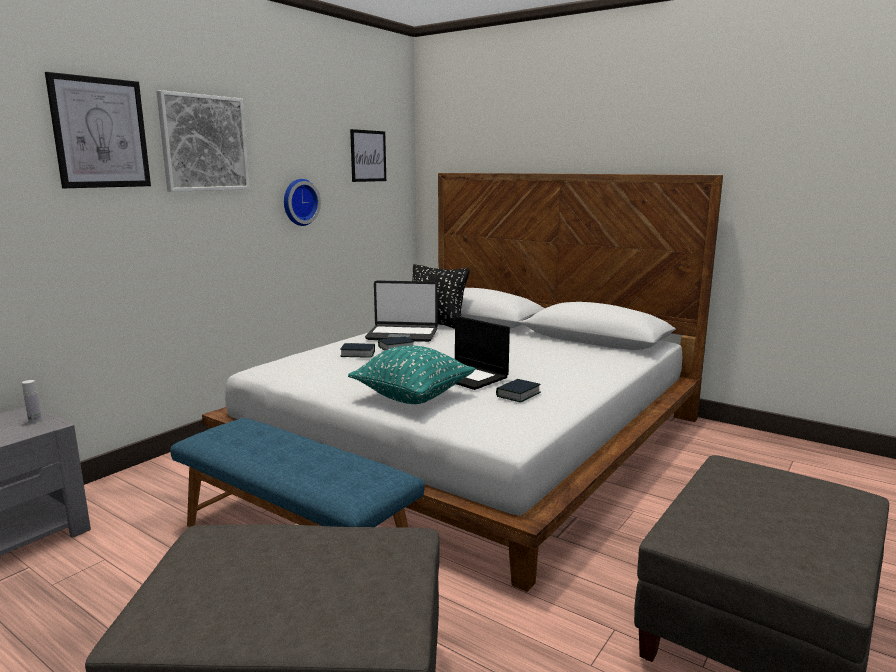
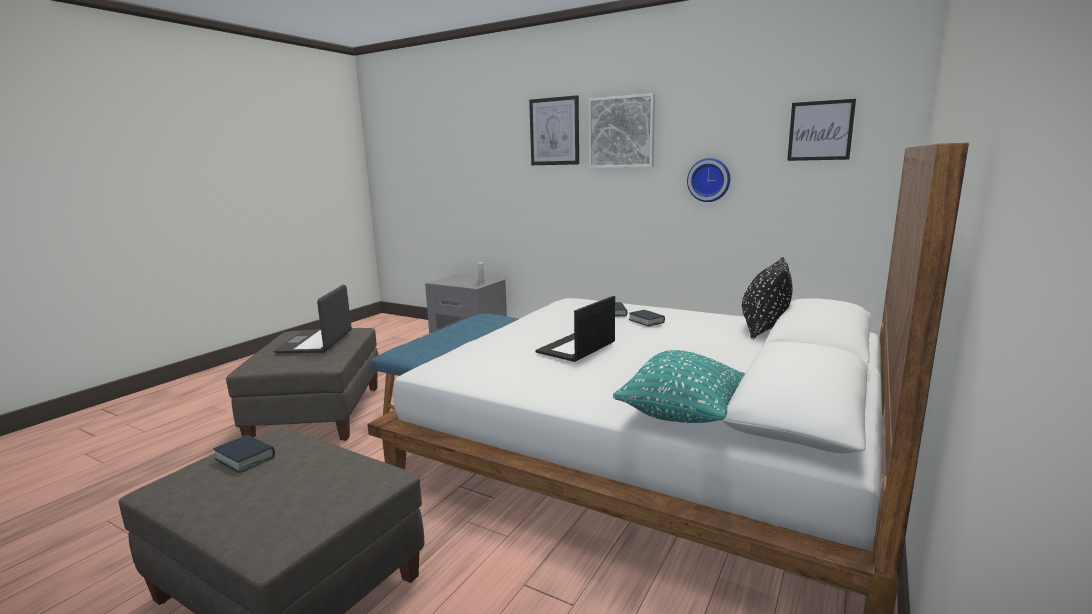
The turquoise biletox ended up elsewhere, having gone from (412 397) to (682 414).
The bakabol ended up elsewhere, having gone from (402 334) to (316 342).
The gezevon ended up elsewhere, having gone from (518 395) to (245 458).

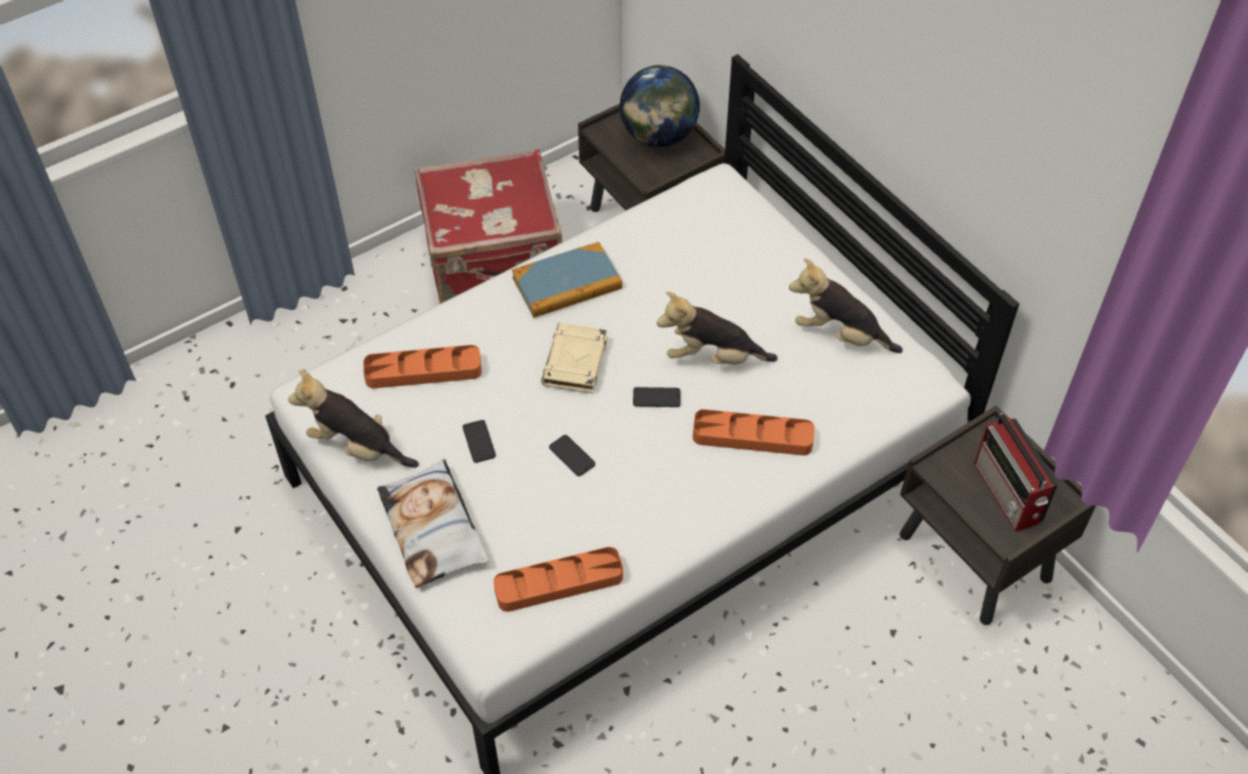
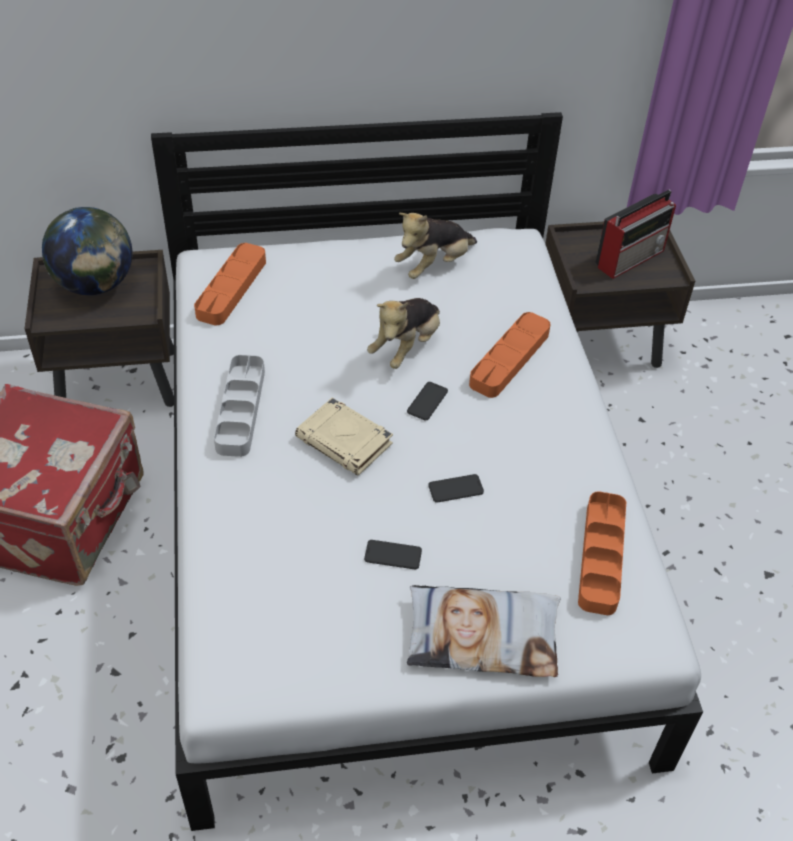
The second view lost the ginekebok at (357 447).
The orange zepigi ended up elsewhere, having gone from (423 371) to (231 288).
Where the gezevon stood at (567 283), the grey zepigi came to stand at (240 409).
The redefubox at (1008 495) ended up facing another way, 45 degrees counterclockwise from before.

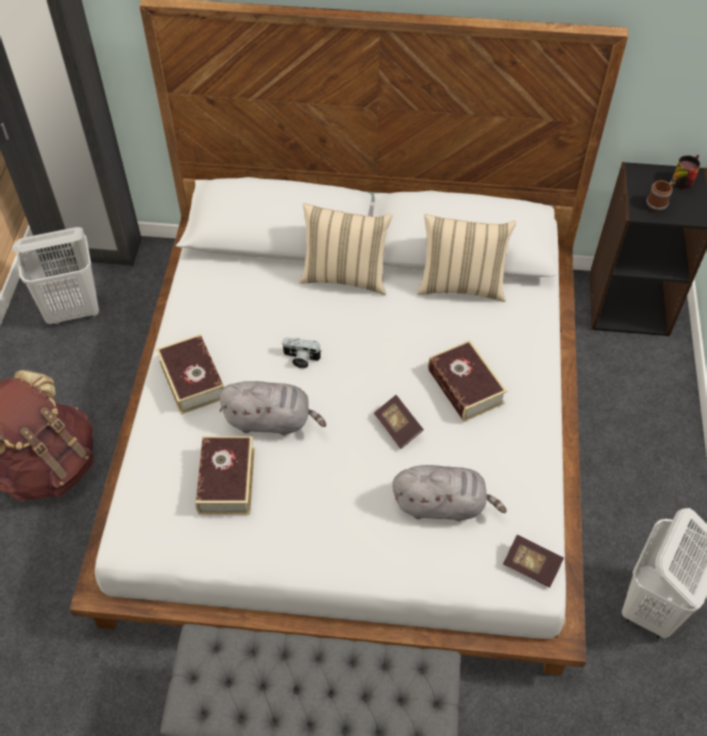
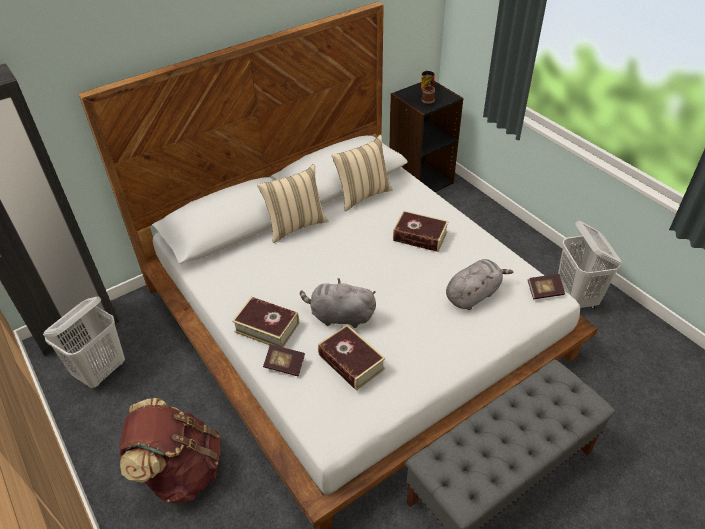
The second view lost the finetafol at (300 359).
The gezevon ended up elsewhere, having gone from (398 427) to (284 365).
The grey ginekebok at (271 420) ended up facing another way, 135 degrees counterclockwise from before.

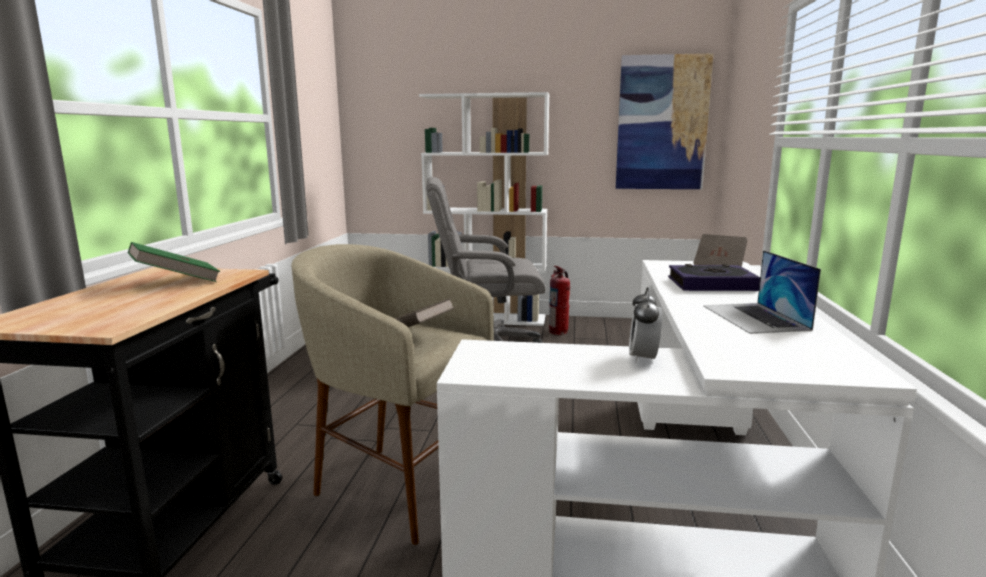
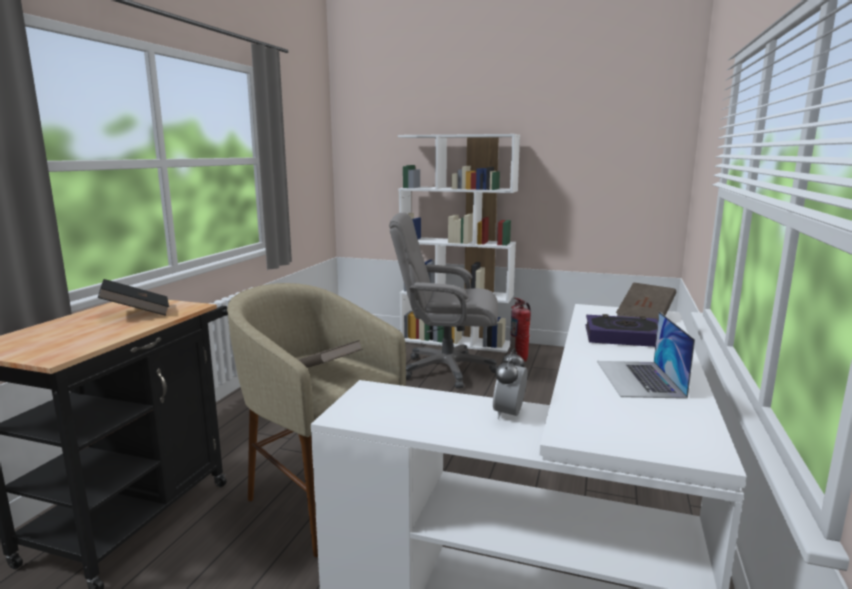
The second view lost the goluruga at (662 123).
What was the green gezevon at (176 281) turned into the black gezevon at (136 313).

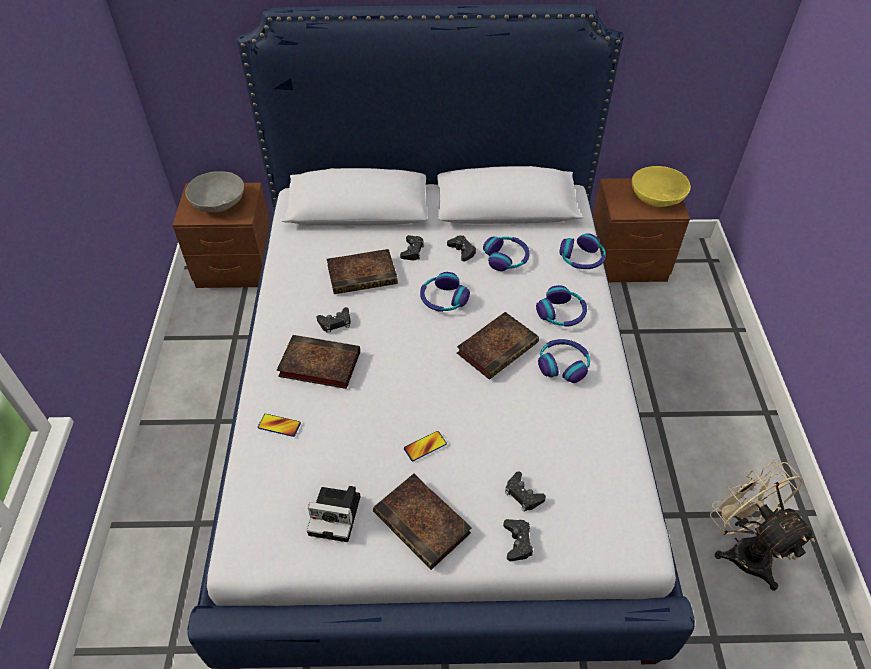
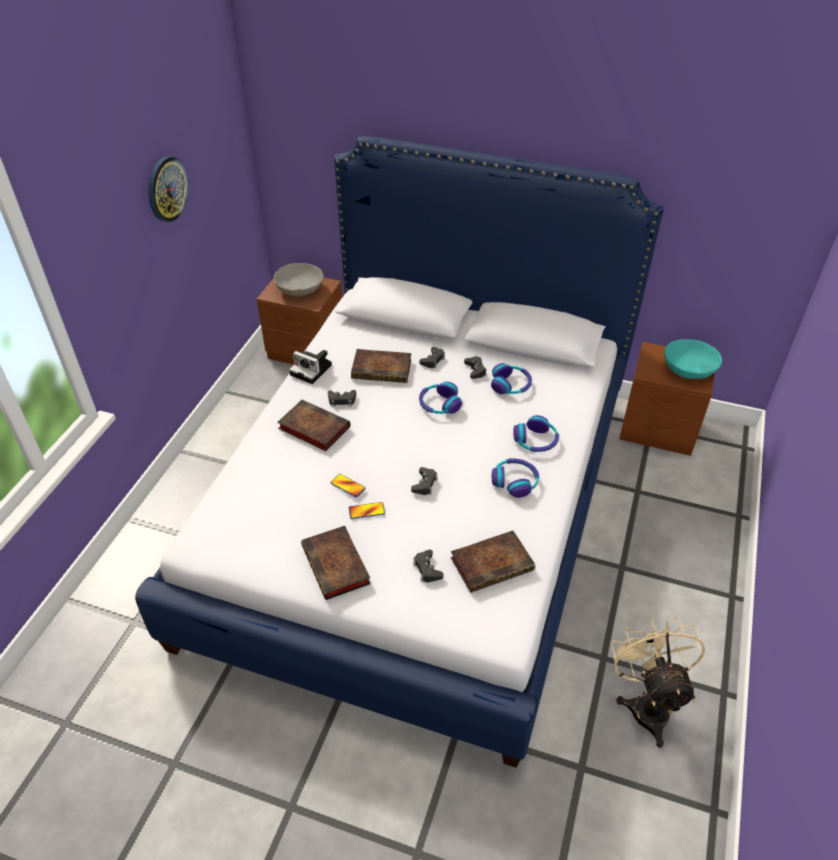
The second view lost the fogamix at (582 258).
The second view gained the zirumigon at (167 189).
The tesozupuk ended up elsewhere, having gone from (279 425) to (348 486).
The finetafol ended up elsewhere, having gone from (337 515) to (312 370).
The gezevon ended up elsewhere, having gone from (498 347) to (493 563).
The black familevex ended up elsewhere, having gone from (517 542) to (424 484).
What was the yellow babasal at (657 197) turned into the turquoise babasal at (689 369).

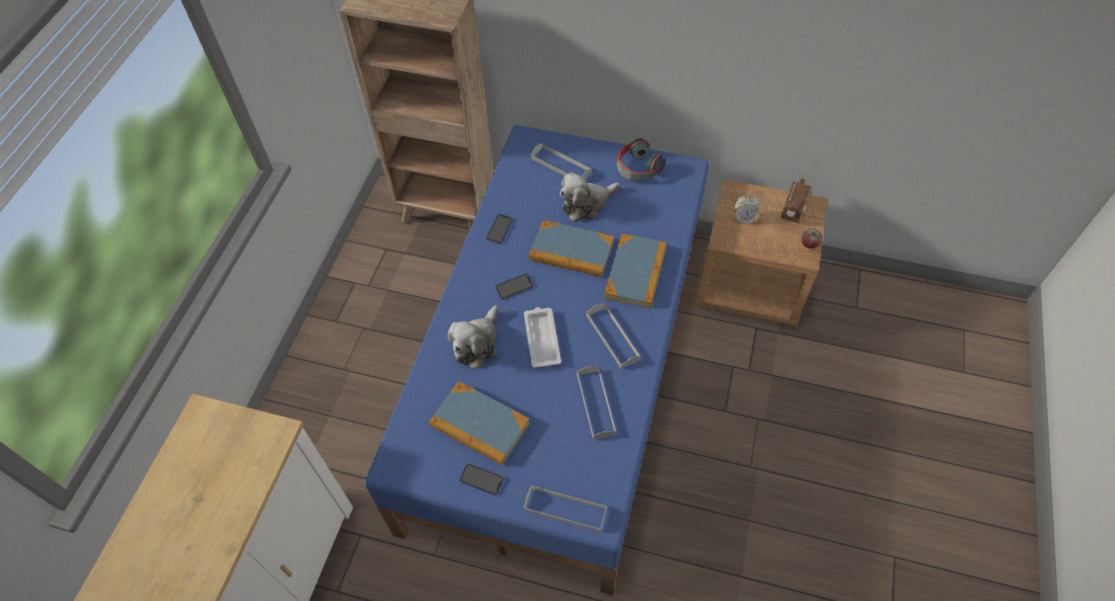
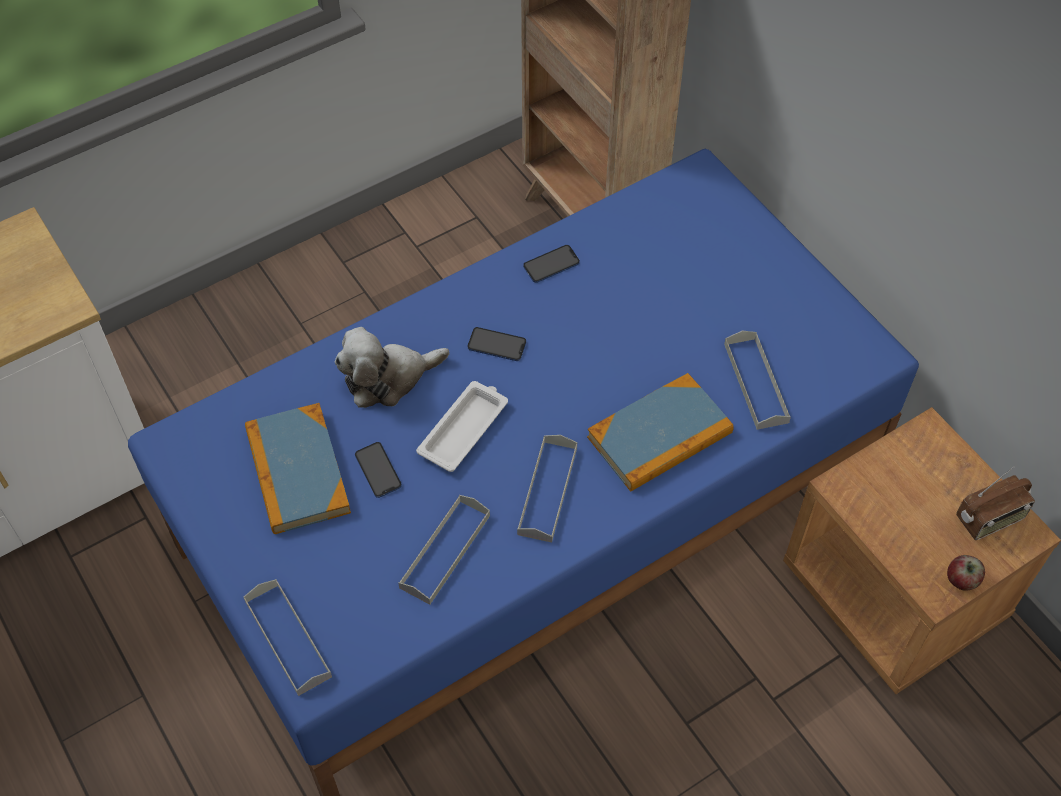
The second view lost the gezevon at (571 251).
The second view lost the ginekebok at (586 204).
The second view lost the fogamix at (637 168).
The second view lost the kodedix at (744 218).
The tesozupuk ended up elsewhere, having gone from (481 480) to (378 470).
The grey zepigi ended up elsewhere, having gone from (561 165) to (756 383).

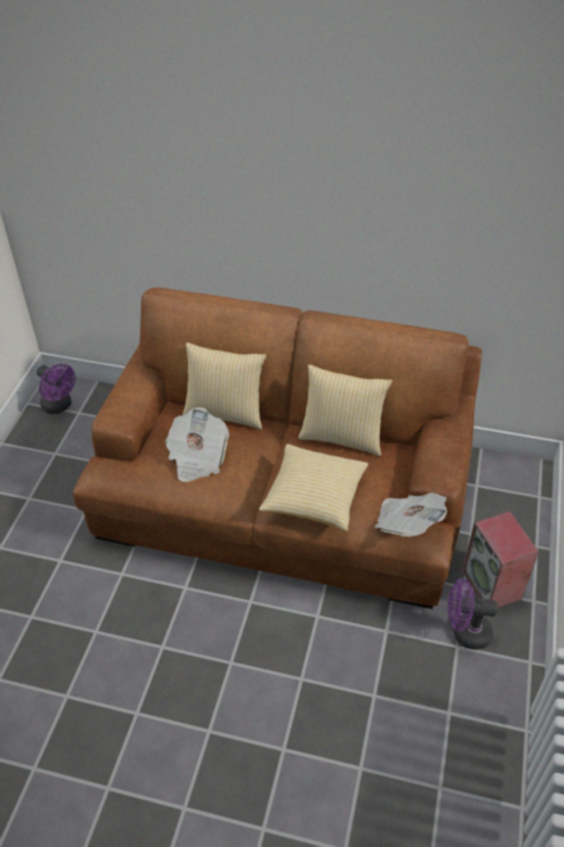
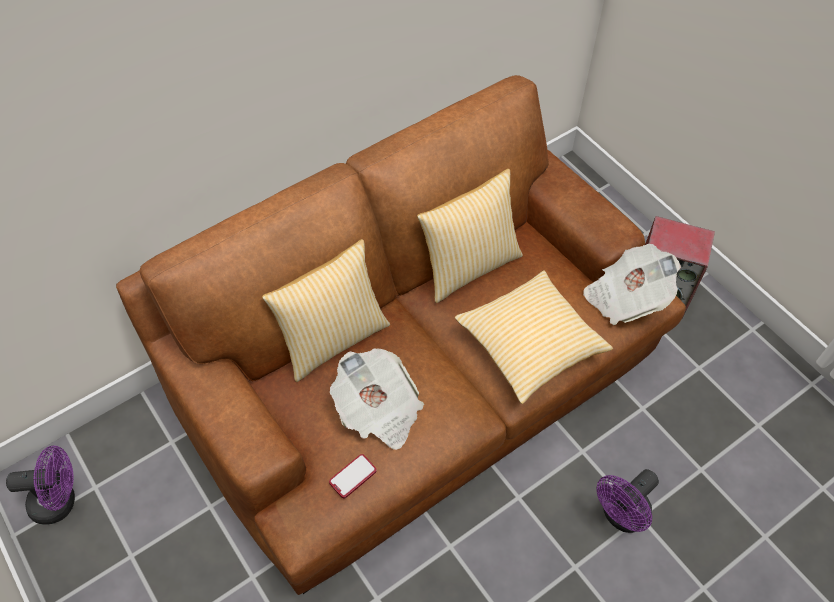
The second view gained the tesozupuk at (353 476).
The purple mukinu ended up elsewhere, having gone from (465 632) to (621 516).

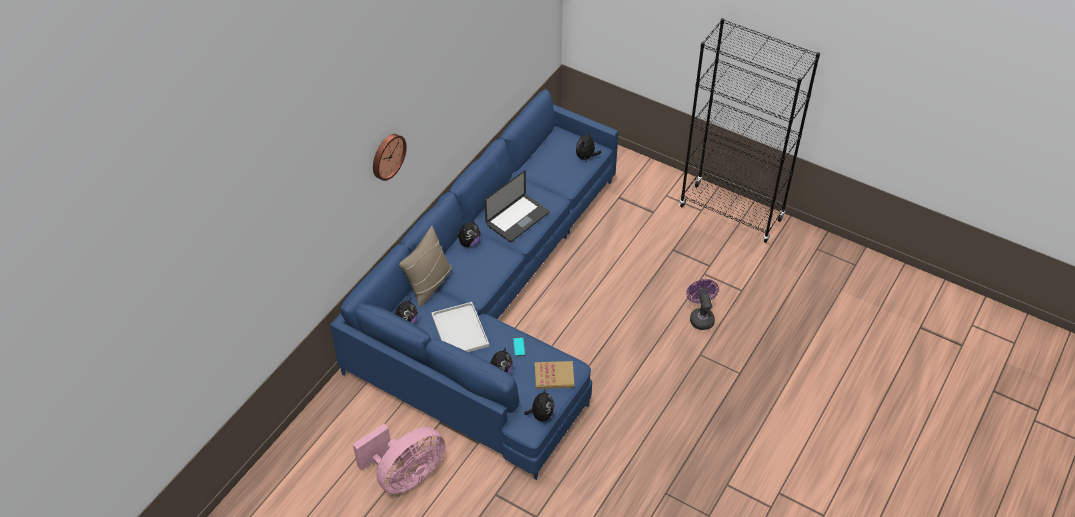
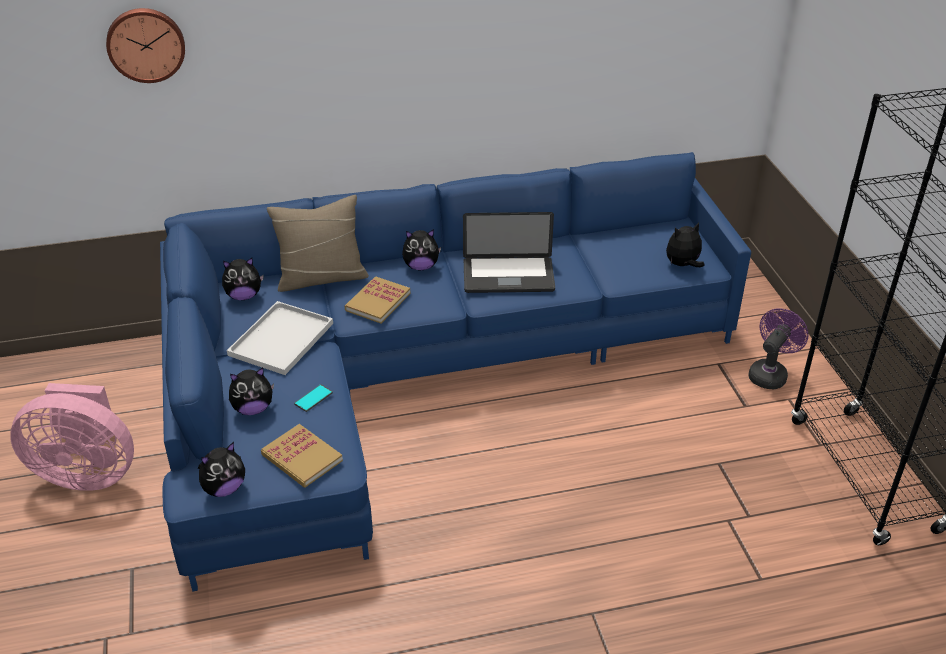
The second view gained the gezevon at (378 302).
The zirumigon ended up elsewhere, having gone from (387 156) to (146 44).
The purple mukinu ended up elsewhere, having gone from (700 317) to (770 373).

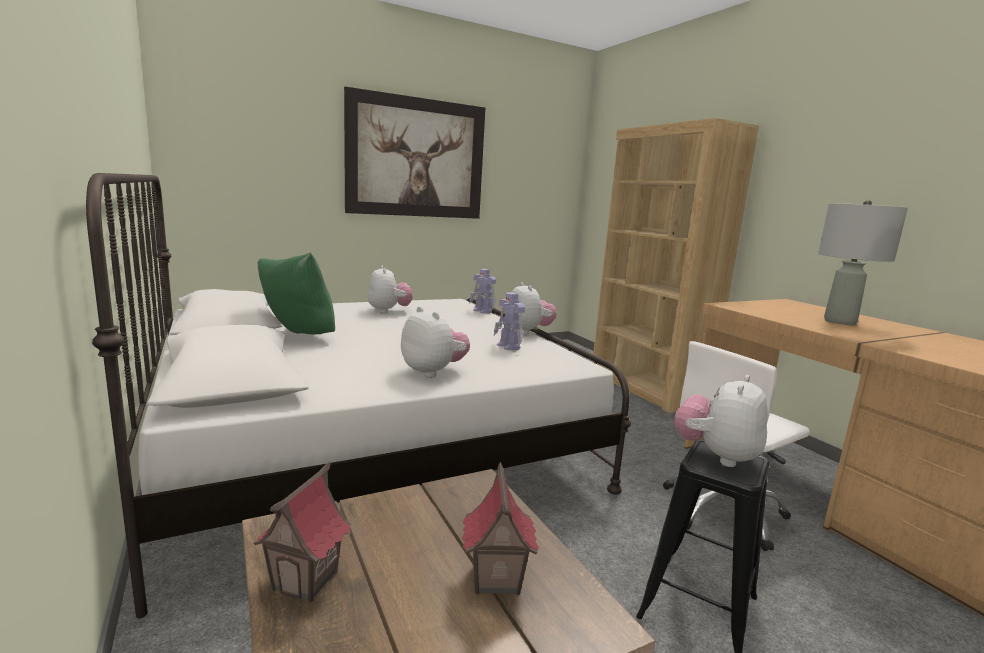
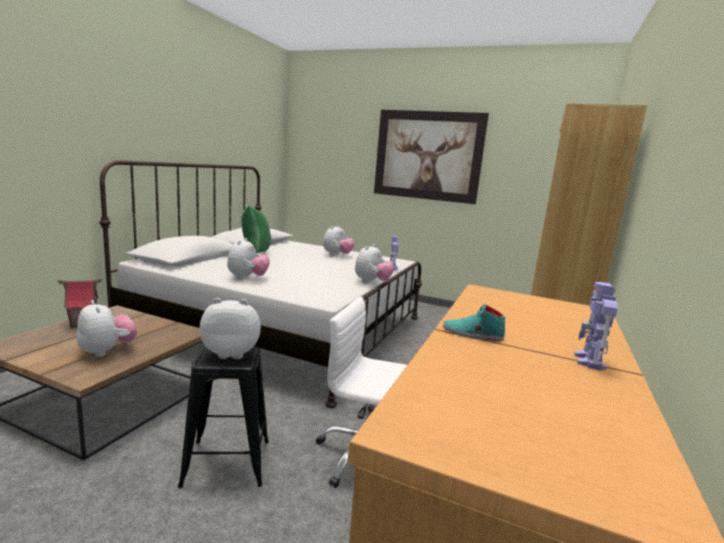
The second view lost the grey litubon at (840 322).
The second view gained the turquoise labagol at (472 334).
The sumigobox ended up elsewhere, having gone from (508 347) to (589 361).
Where the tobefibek stood at (495 578), the ginekebok came to stand at (107 351).

